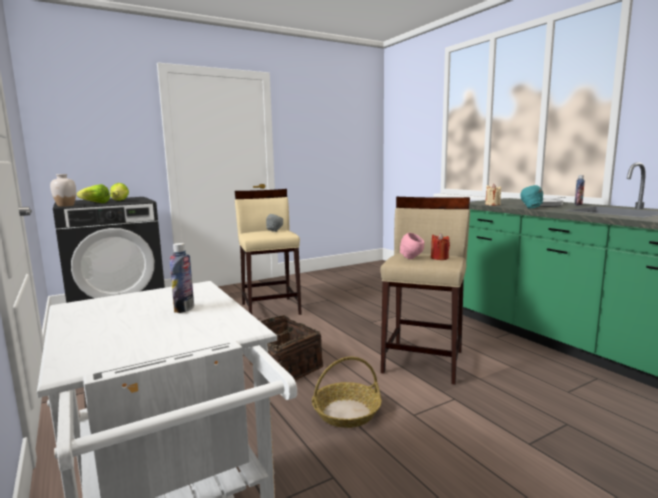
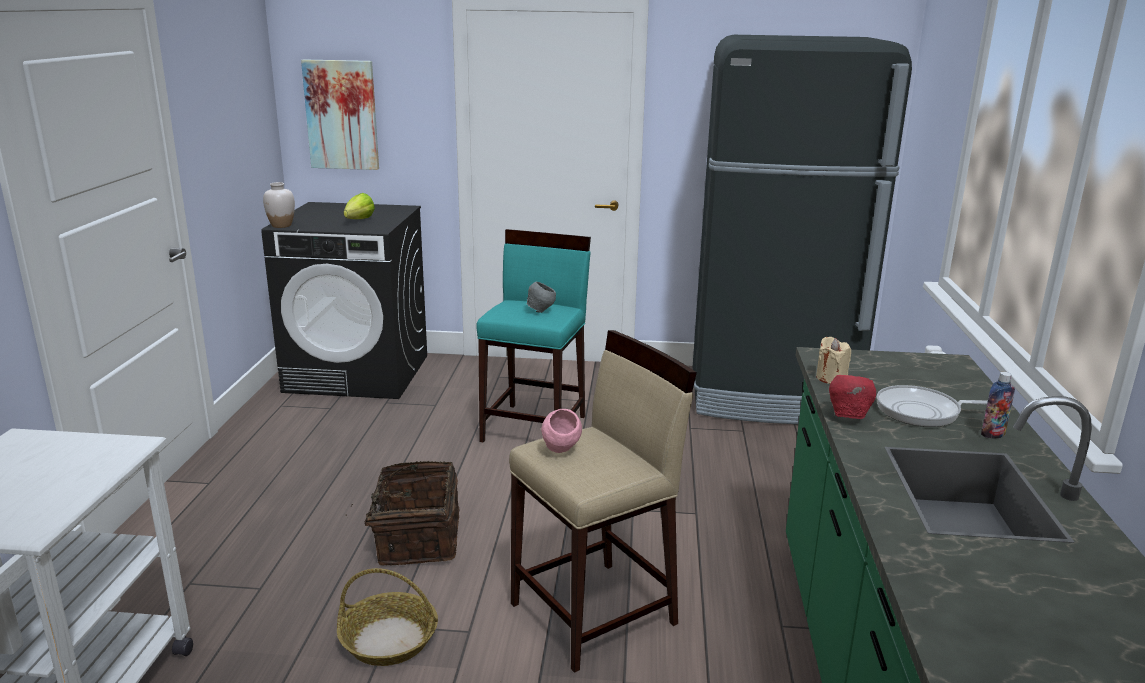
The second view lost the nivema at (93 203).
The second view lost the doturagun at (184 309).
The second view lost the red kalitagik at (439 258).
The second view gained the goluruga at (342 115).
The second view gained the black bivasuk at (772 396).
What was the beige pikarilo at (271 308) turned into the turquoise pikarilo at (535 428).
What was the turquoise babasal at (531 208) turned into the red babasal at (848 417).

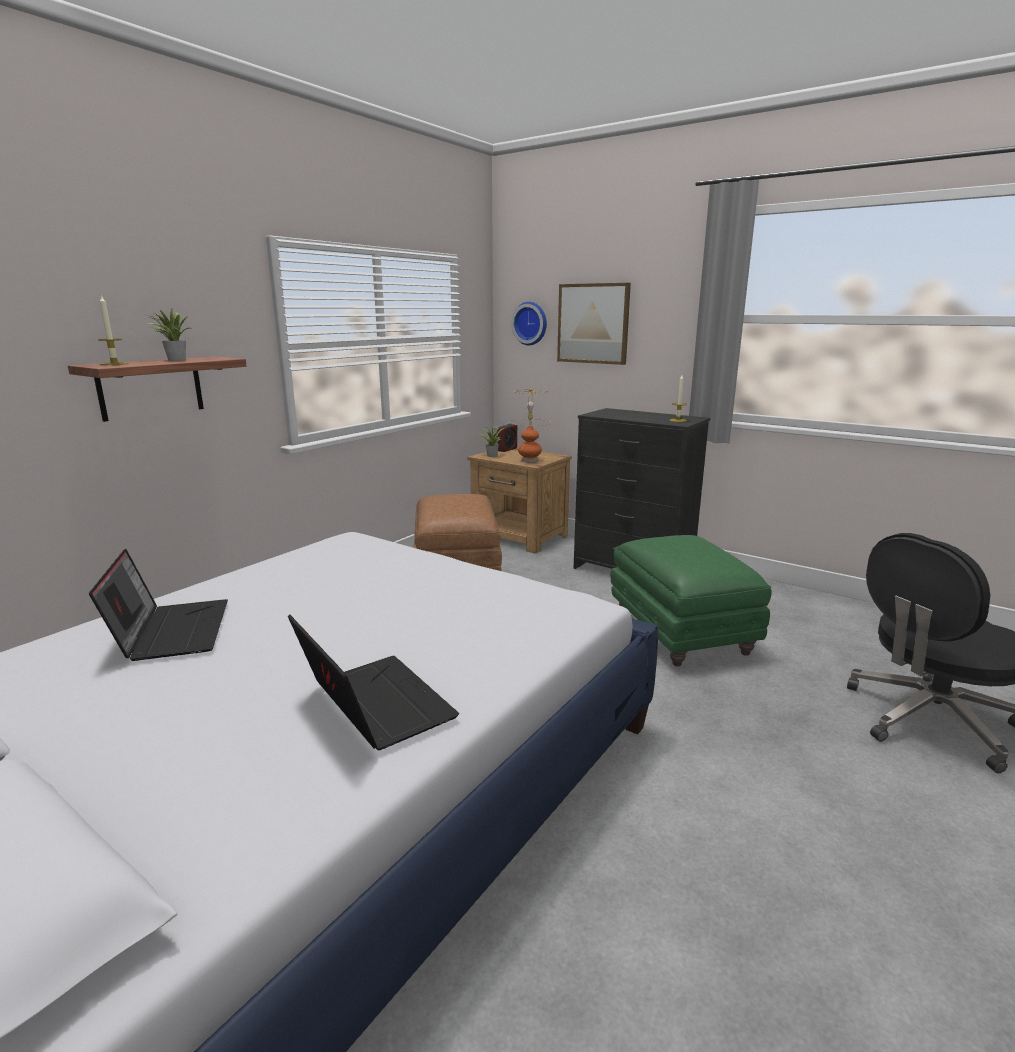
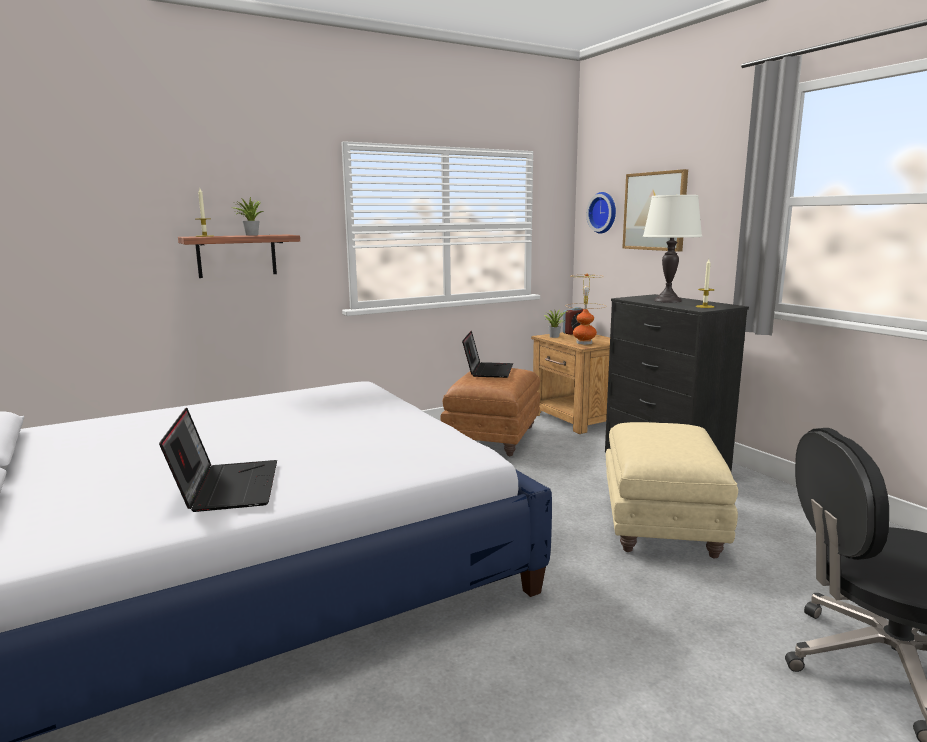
The second view gained the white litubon at (667 300).
The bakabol ended up elsewhere, having gone from (171 631) to (488 370).
What was the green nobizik at (679 632) turned into the beige nobizik at (660 524).

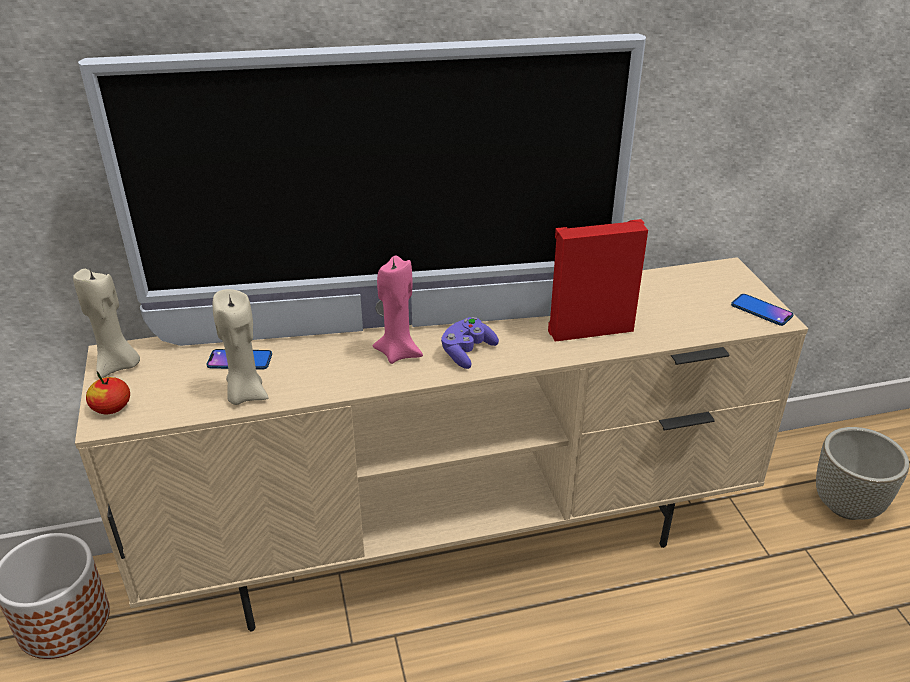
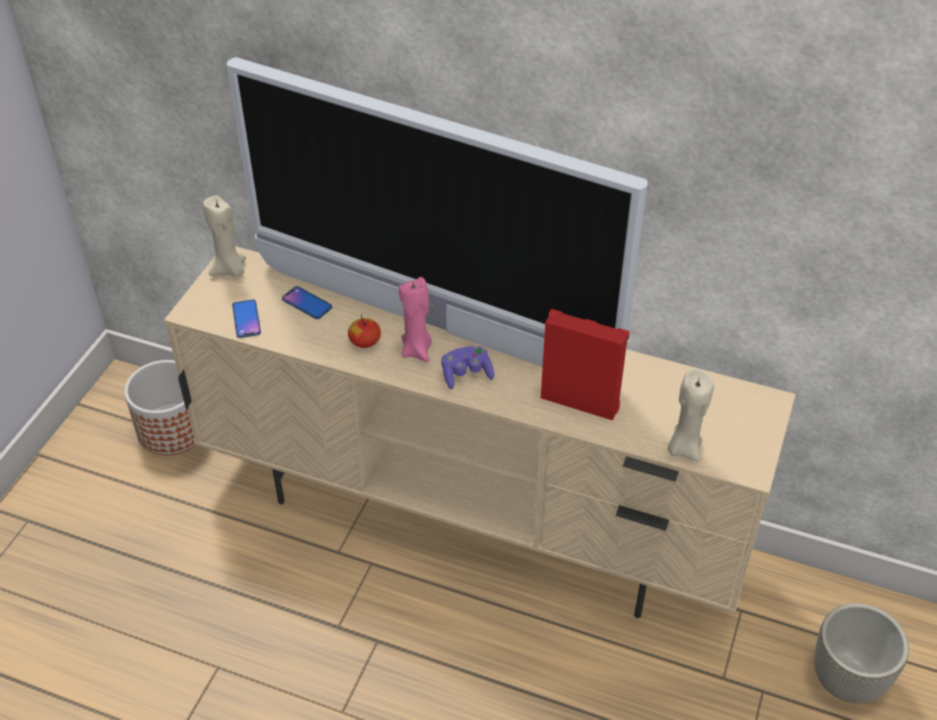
The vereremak ended up elsewhere, having gone from (111 407) to (365 341).
The beige kalitagik ended up elsewhere, having gone from (245 394) to (683 448).
The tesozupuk ended up elsewhere, having gone from (761 310) to (246 319).

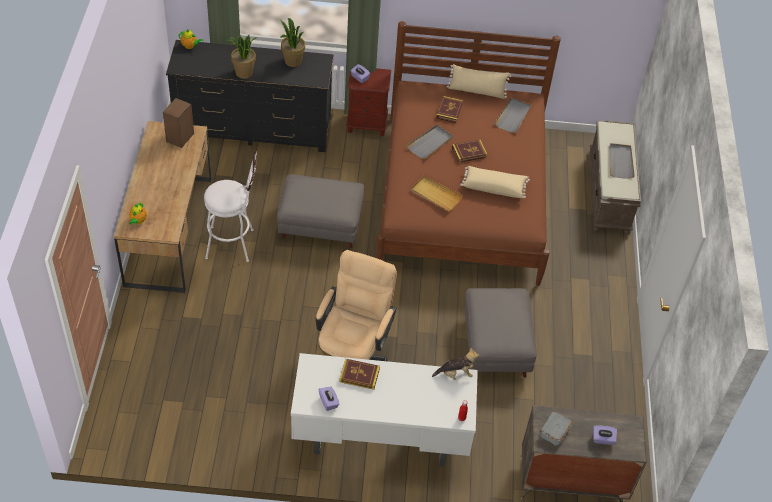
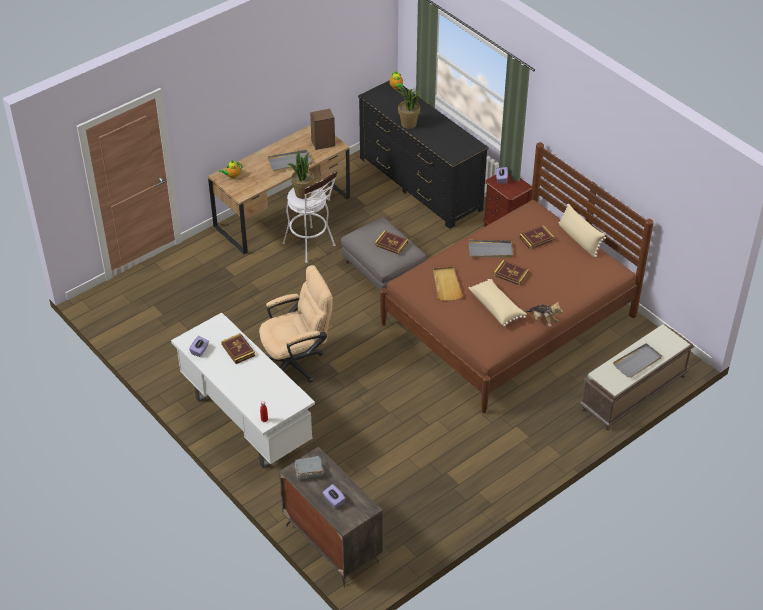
The second view lost the grey nobizik at (496 346).
The second view gained the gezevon at (391 244).
The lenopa ended up elsewhere, having gone from (292 61) to (303 193).
The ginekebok ended up elsewhere, having gone from (456 373) to (543 320).
The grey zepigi ended up elsewhere, having gone from (513 116) to (290 162).

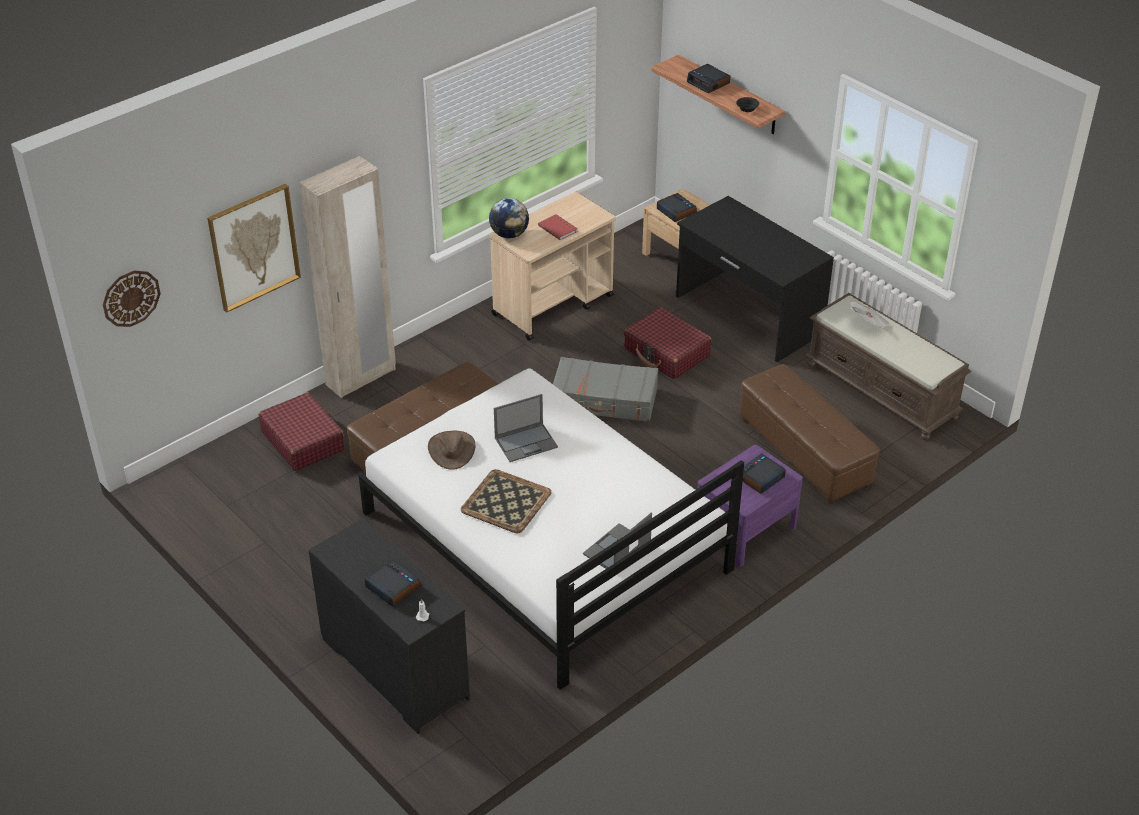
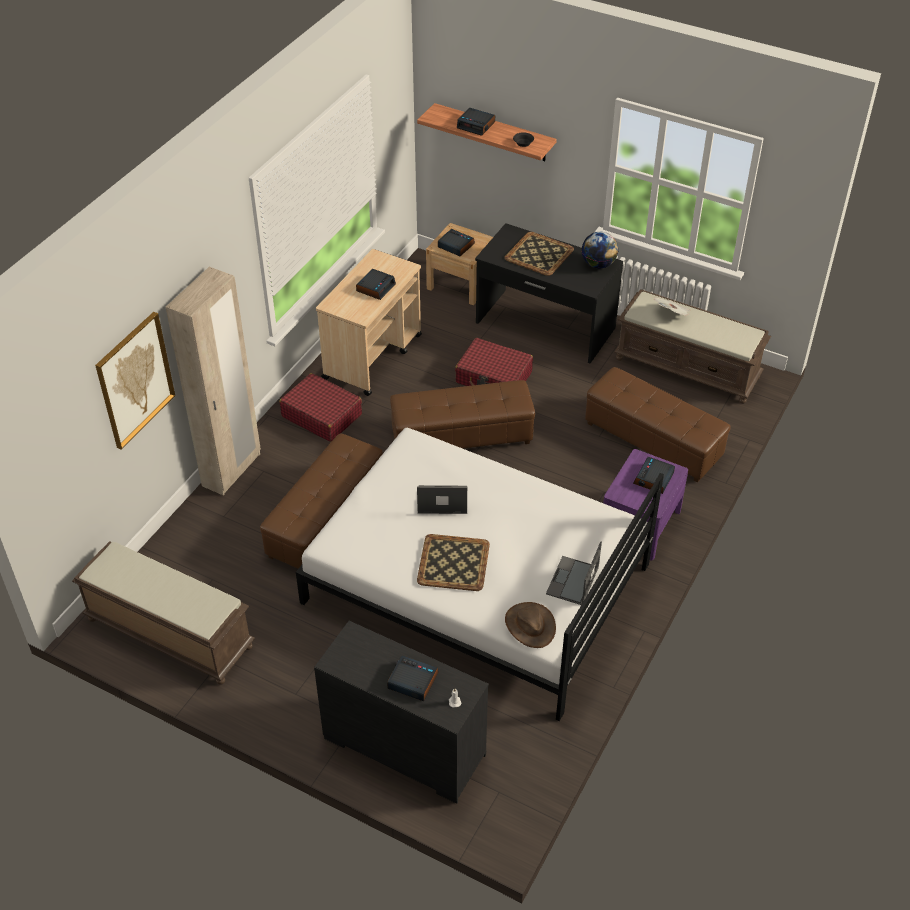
The second view lost the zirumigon at (131 298).
The second view gained the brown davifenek at (168 633).
The second view gained the zepigi at (539 254).
The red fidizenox ended up elsewhere, having gone from (303 441) to (321 415).
The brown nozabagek ended up elsewhere, having gone from (451 450) to (530 625).
The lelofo ended up elsewhere, having gone from (509 234) to (598 264).
Where the red gezevon stood at (558 228), the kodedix came to stand at (375 287).
Where the grey fidizenox stood at (604 400), the brown nobizik came to stand at (462 435).
The bakabol at (526 442) ended up facing another way, 135 degrees counterclockwise from before.

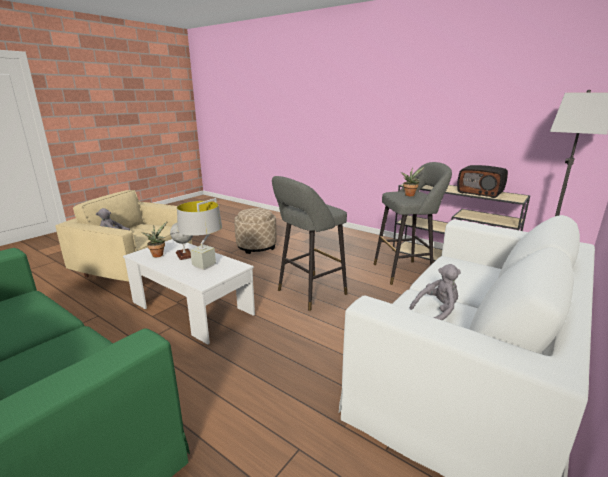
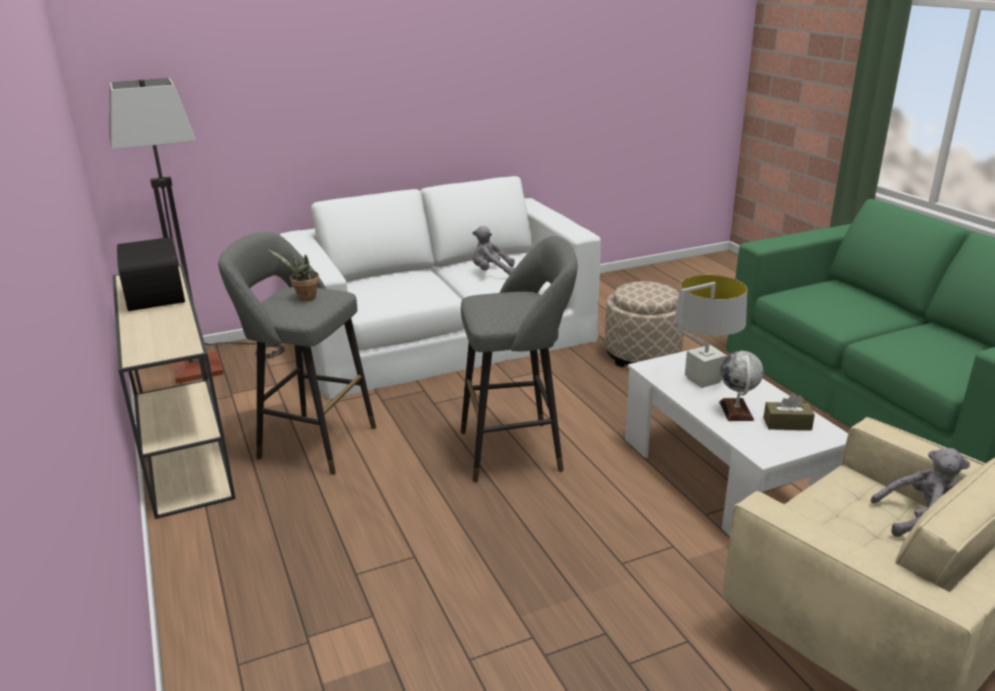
The beige nobizik ended up elsewhere, having gone from (256 246) to (642 354).
Where the lenopa stood at (158 254), the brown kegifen came to stand at (787 424).

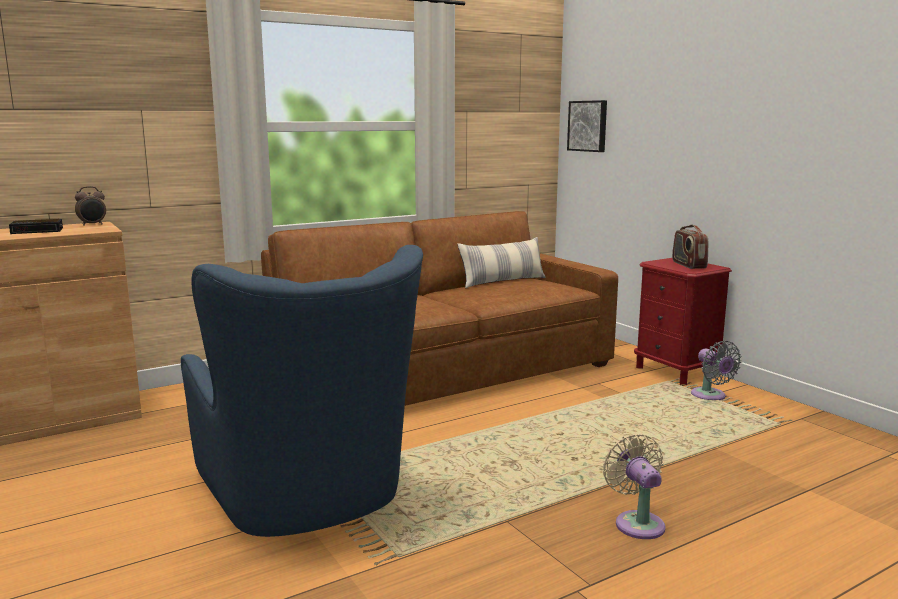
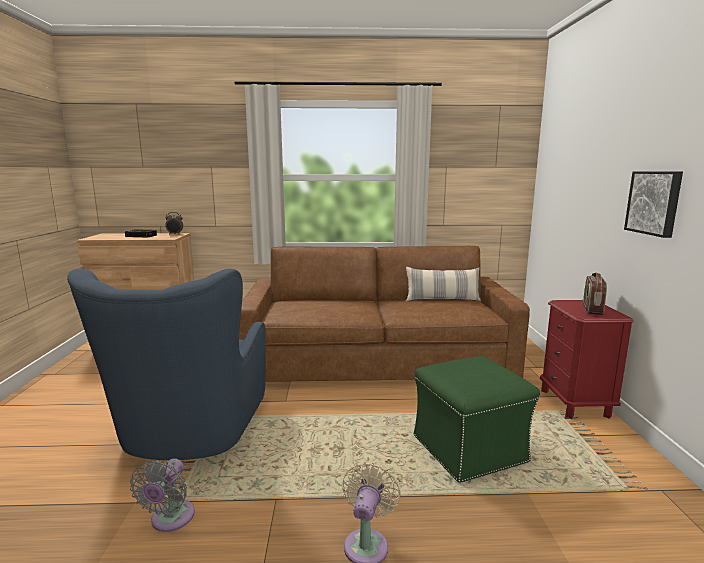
The second view gained the green nobizik at (470 448).
The goluruga ended up elsewhere, having gone from (588 126) to (654 202).
The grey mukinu ended up elsewhere, having gone from (710 396) to (170 520).

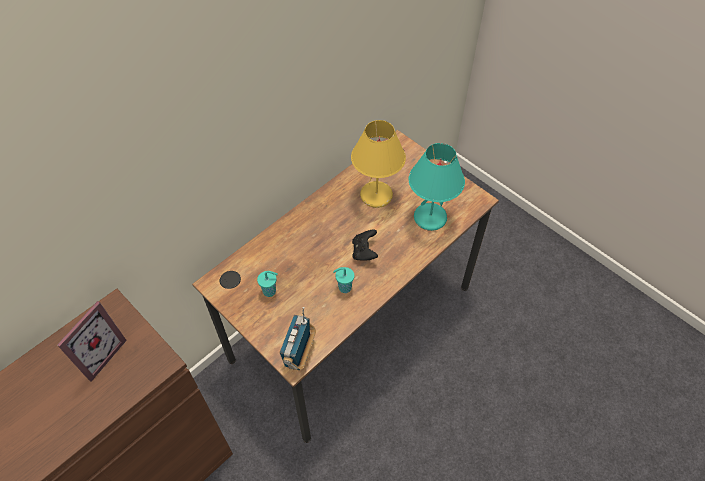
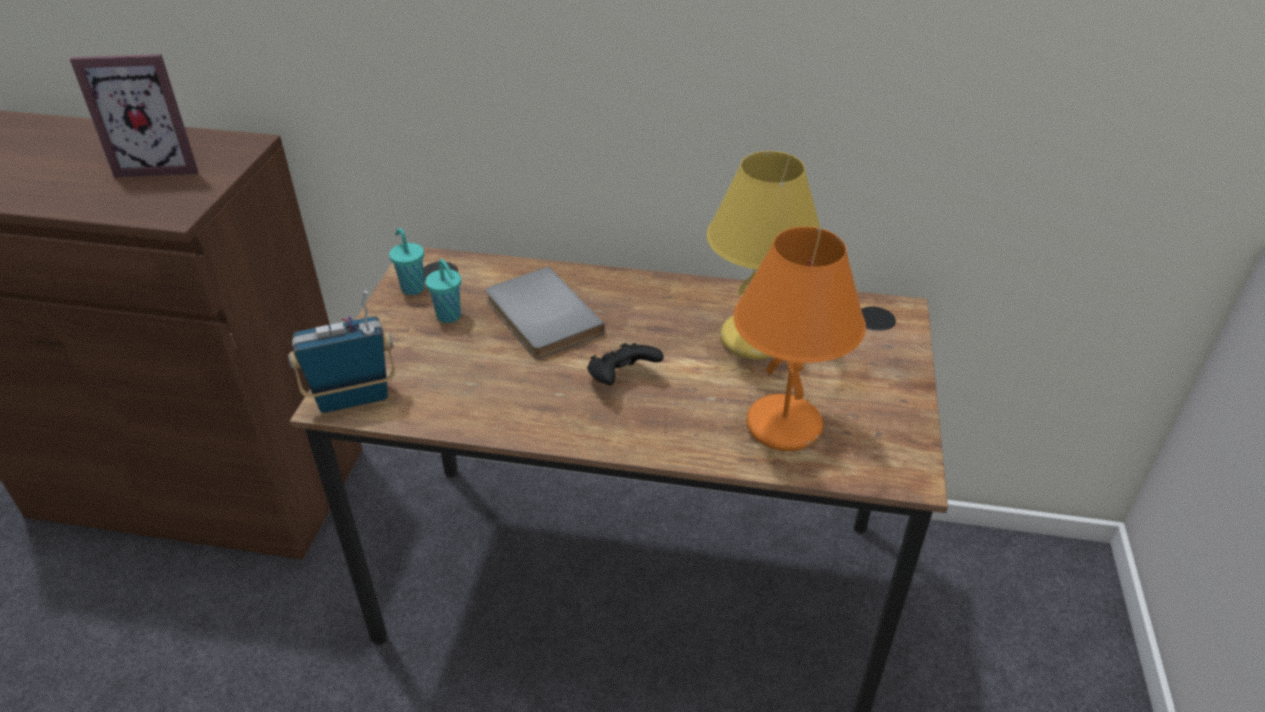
The second view gained the grey gezevon at (539 318).
The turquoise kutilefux ended up elsewhere, having gone from (344 288) to (412 287).
What was the turquoise litubon at (430 217) turned into the orange litubon at (785 426).

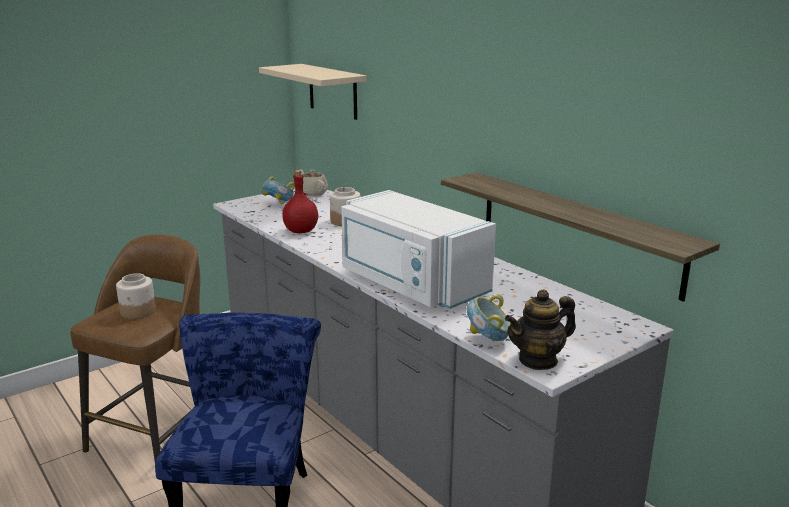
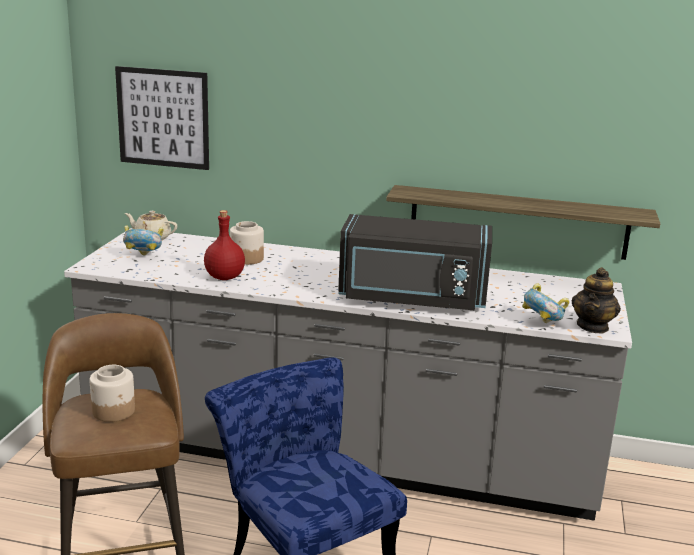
Where the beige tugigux hung at (332 91), the goluruga came to hang at (163 118).
What was the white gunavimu at (410 284) turned into the black gunavimu at (412 298).

